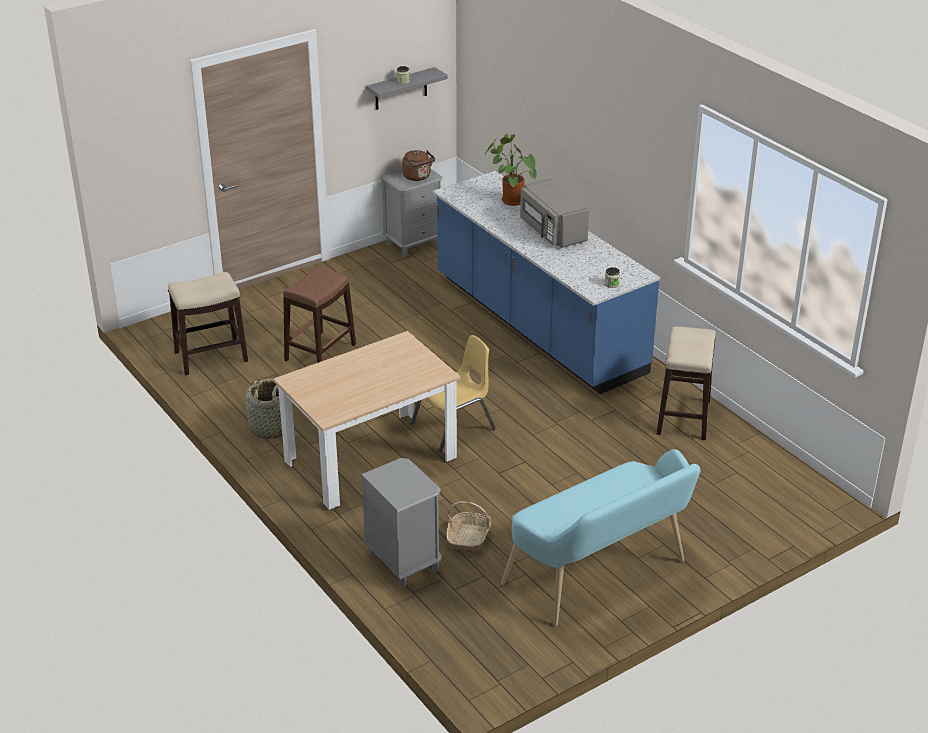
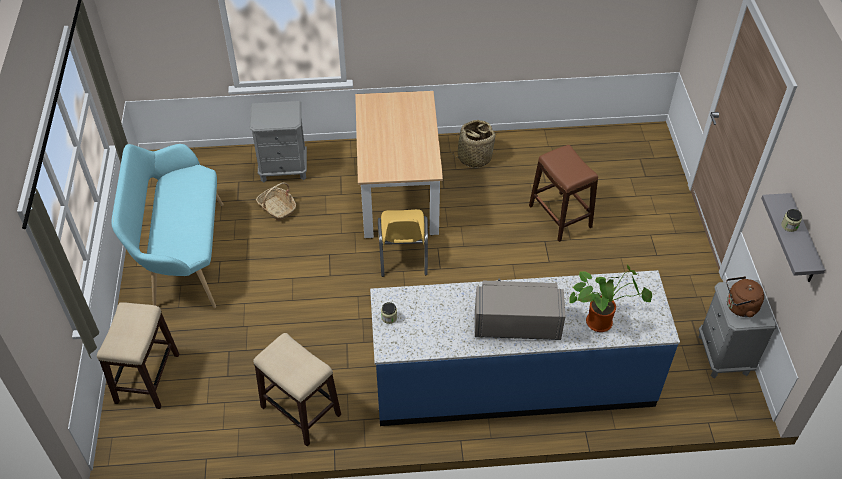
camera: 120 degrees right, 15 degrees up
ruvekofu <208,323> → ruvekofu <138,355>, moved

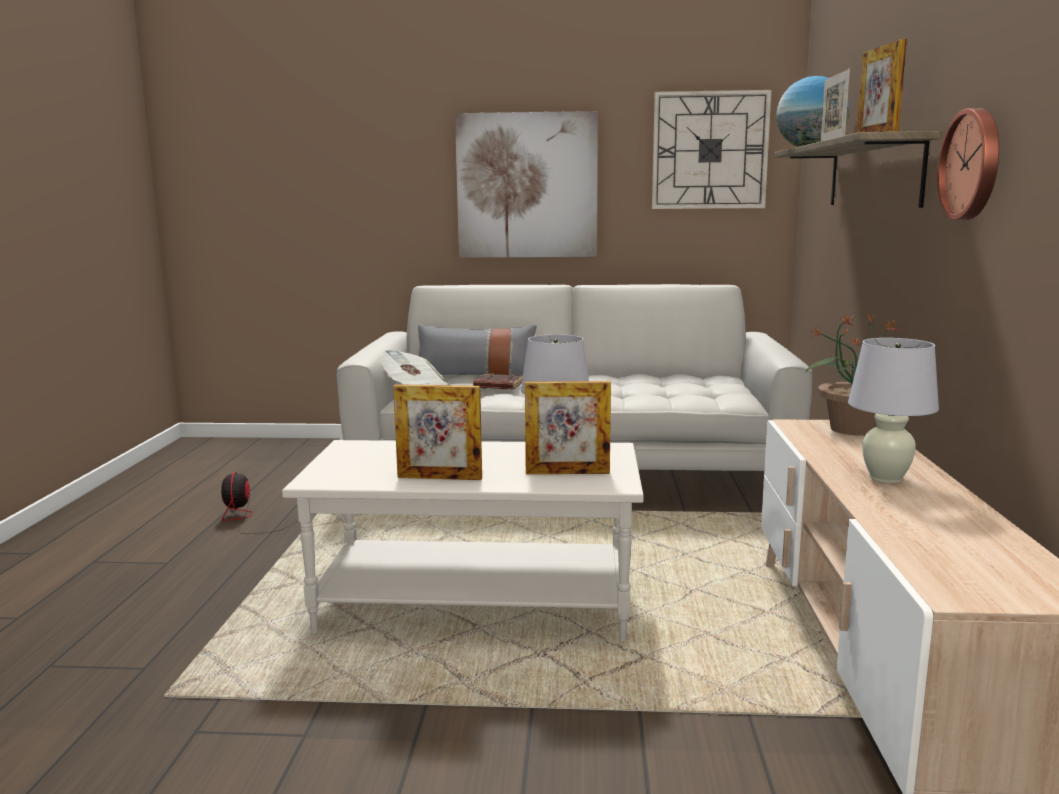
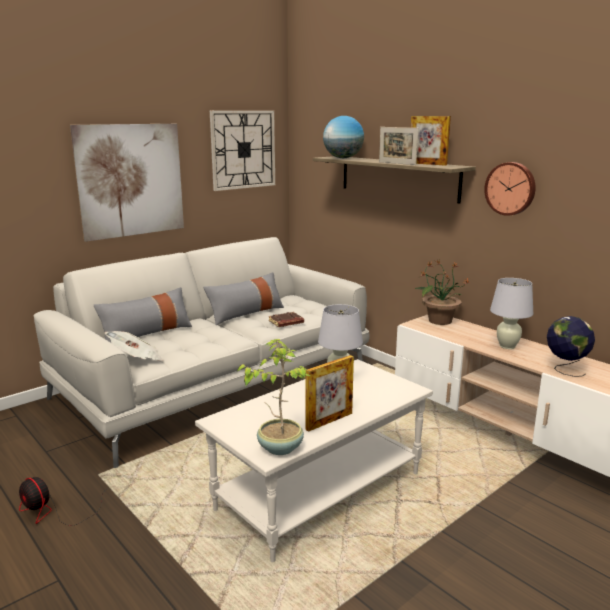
camera: 45 degrees left, 5 degrees up
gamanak <568,427> → -
- → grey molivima <243,298>
- → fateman <274,397>
- → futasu <571,346>
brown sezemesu <498,382> → brown sezemesu <286,319>, moved

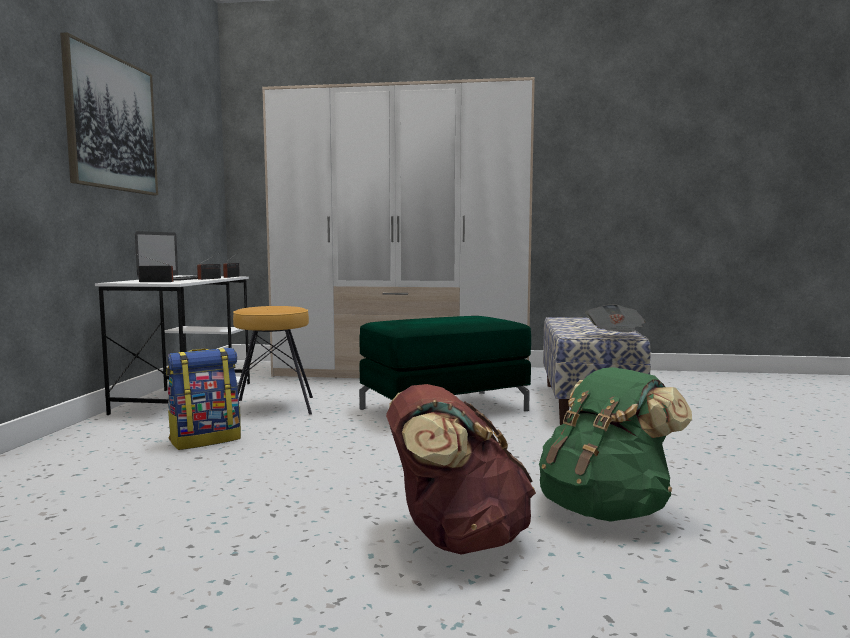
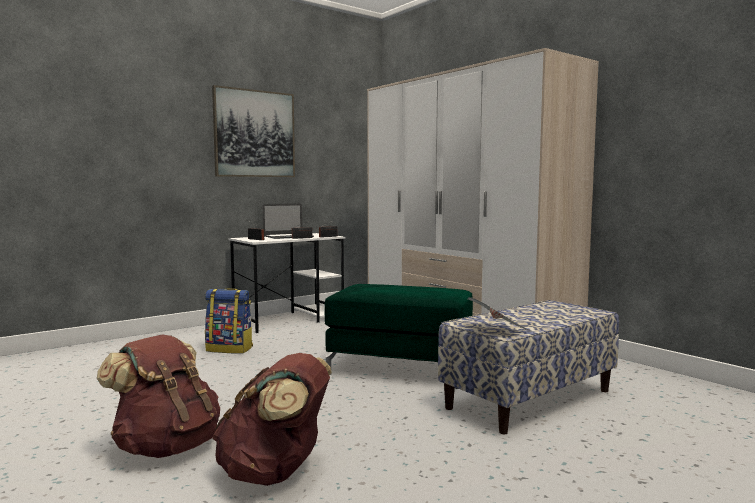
camera: 45 degrees right, 0 degrees up
brown ruvekofu <273,360> → -
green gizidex <615,444> → brown gizidex <272,419>

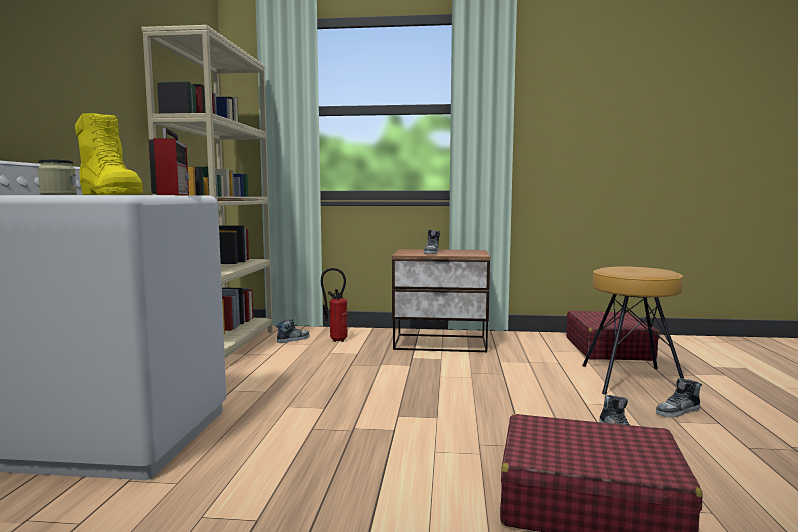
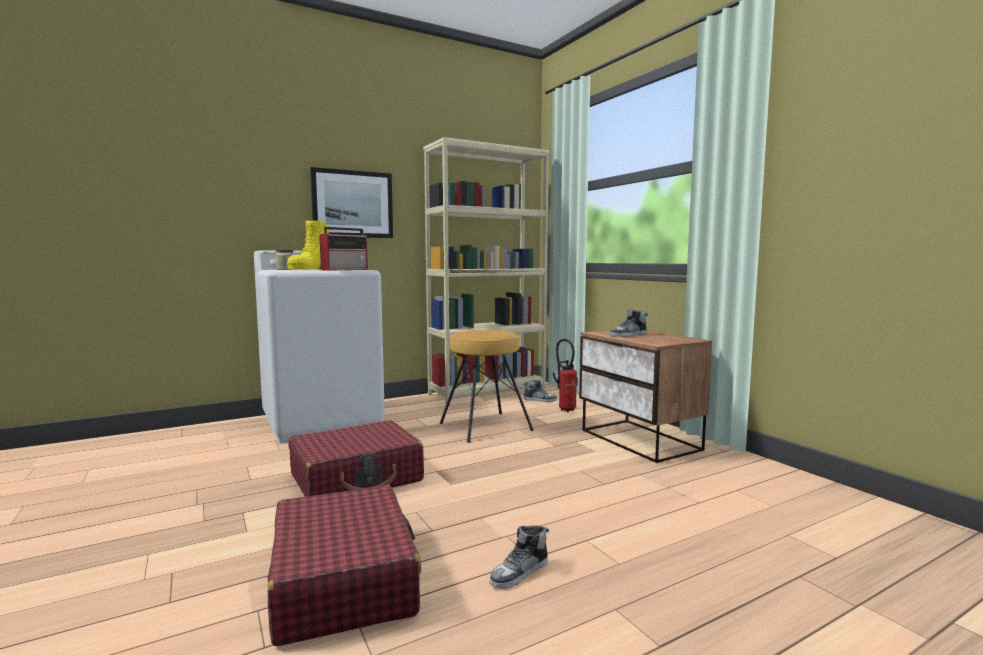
camera: 55 degrees right, 0 degrees up
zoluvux <679,398> → -
- → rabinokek <351,202>
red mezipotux <612,336> → red mezipotux <356,458>, moved
brown ruvekofu <633,330> → brown ruvekofu <487,386>, moved

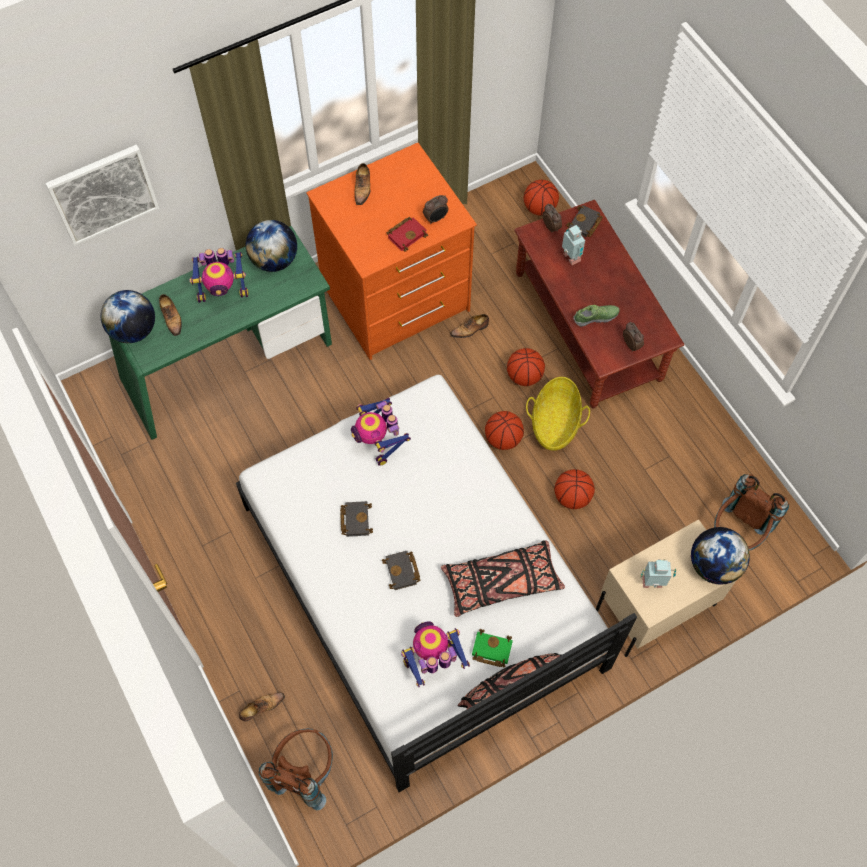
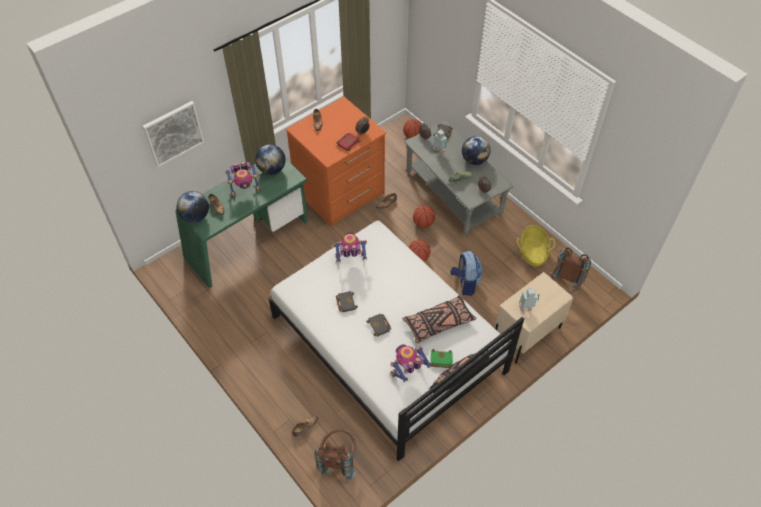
camera: 10 degrees left, 10 degrees down
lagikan <558,414> → lagikan <536,245>, moved
futasu <720,556> → futasu <476,150>, moved
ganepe <574,489> → gizidex <466,273>
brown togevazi <599,304> → grey togevazi <458,178>
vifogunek <381,432> → vifogunek <350,246>, 120 degrees clockwise

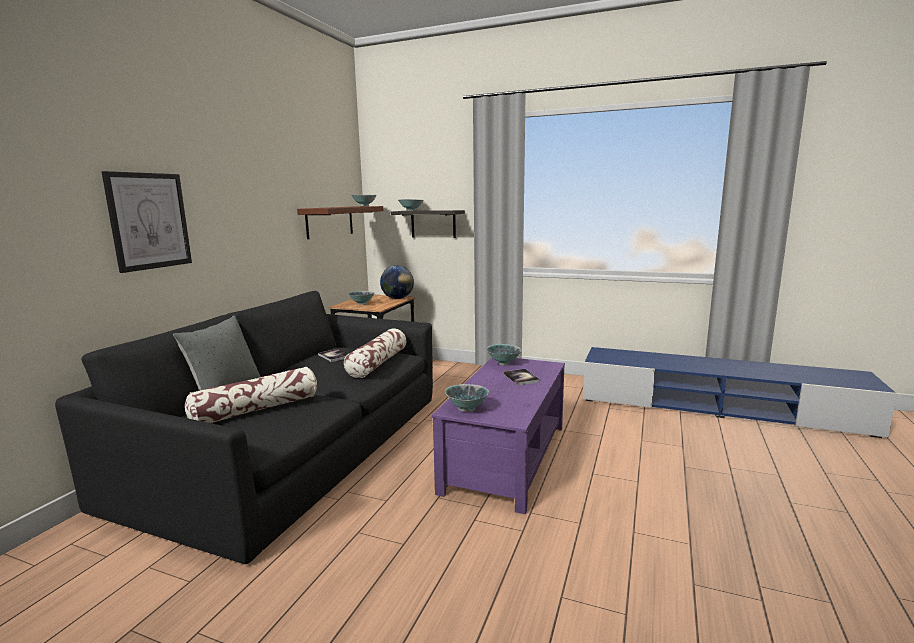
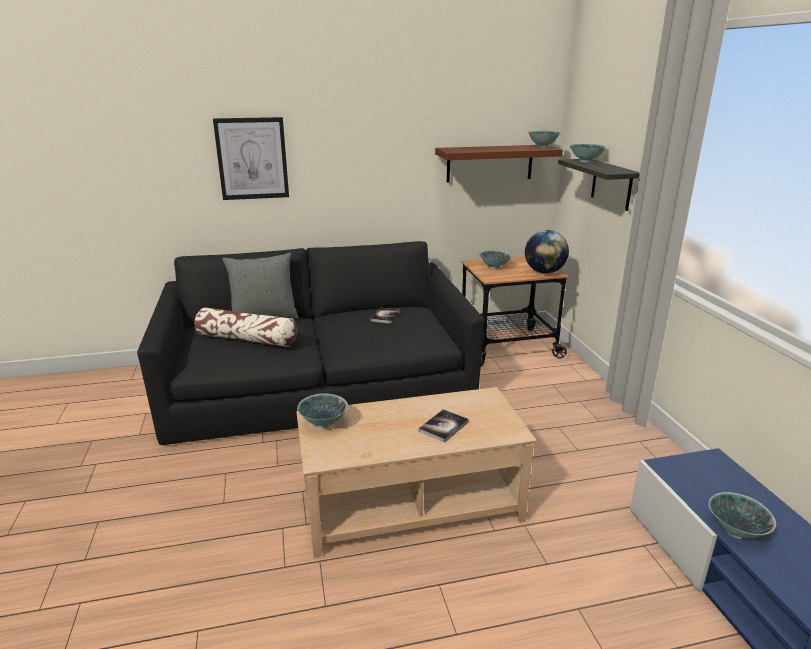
camera: 55 degrees right, 10 degrees up
molivima <375,353> → -
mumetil <504,354> → mumetil <742,515>, moved
purple togevazi <498,436> → beige togevazi <416,472>

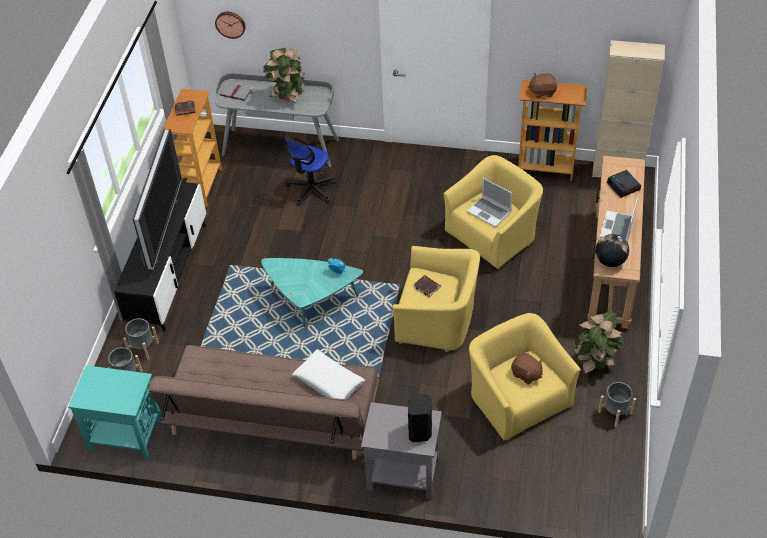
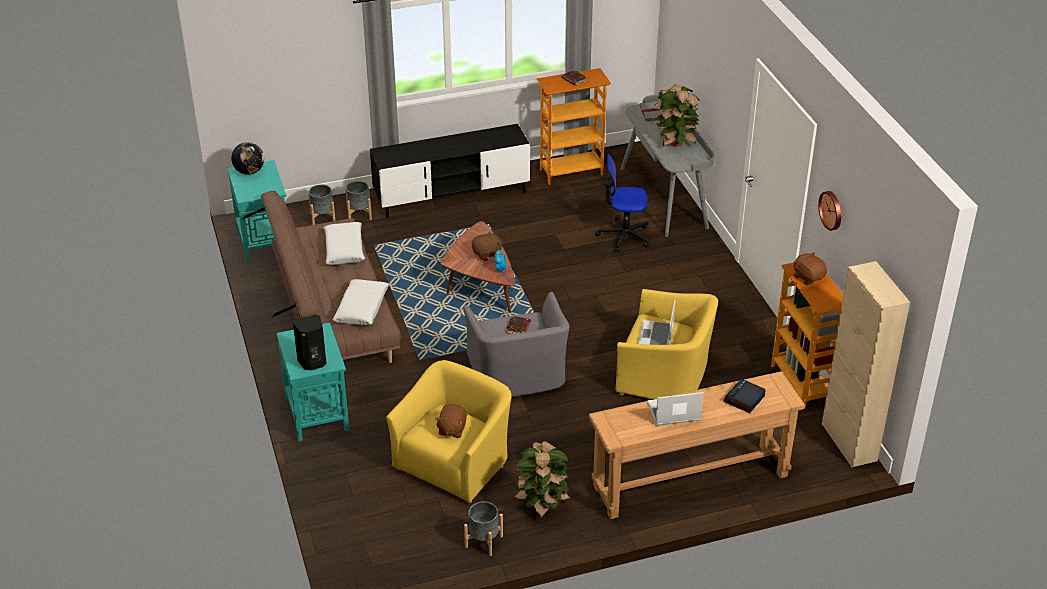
camera: 60 degrees right, 10 degrees down
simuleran <157,199> → -
- → white molivima <344,243>
- → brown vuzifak <487,246>
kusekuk <230,25> → kusekuk <829,211>, moved
futasu <612,250> → futasu <247,158>, moved
turquoise togevazi <312,292> → brown togevazi <477,267>
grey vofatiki <401,450> → turquoise vofatiki <313,382>
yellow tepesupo <436,299> → grey tepesupo <516,344>

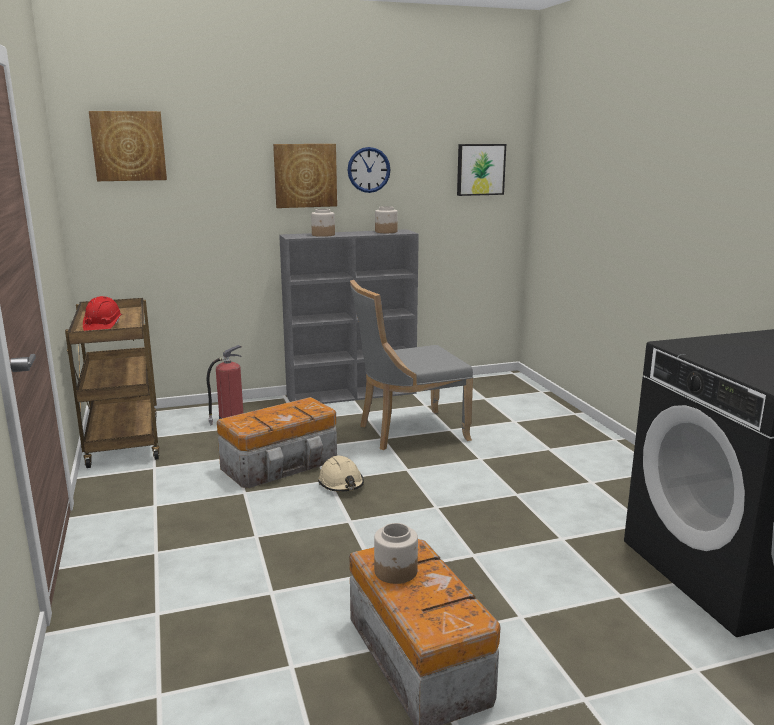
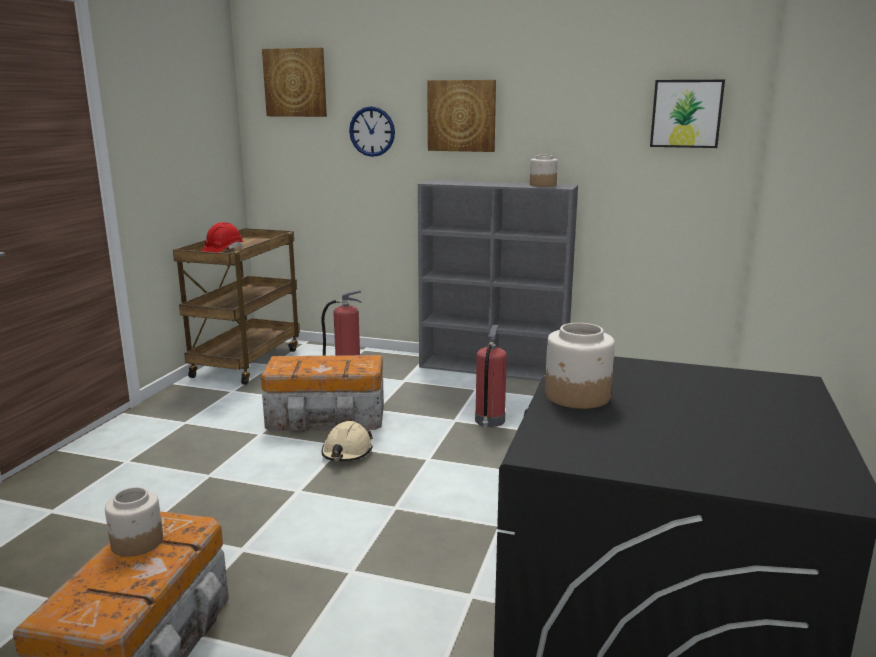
camera: 35 degrees right, 0 degrees up
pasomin <323,223> → pasomin <580,366>, moved
kusekuk <369,170> → kusekuk <372,131>, moved
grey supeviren <411,365> → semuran <491,377>

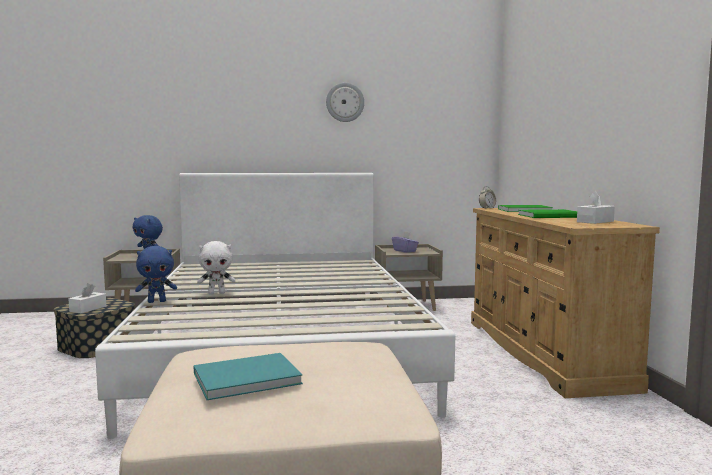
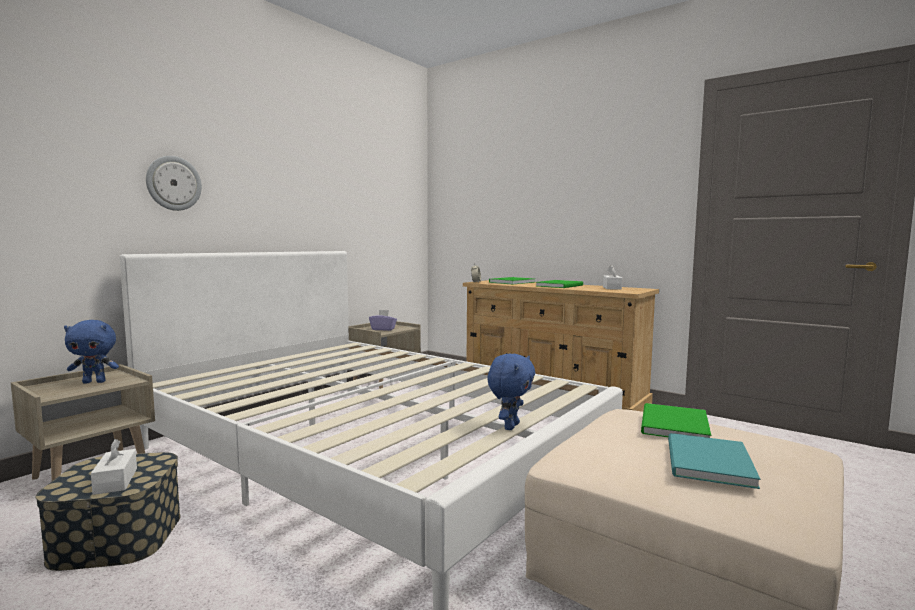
camera: 45 degrees left, 0 degrees up
white vuzifak <216,267> → -
- → green sezemesu <676,420>
blue vuzifak <156,274> → blue vuzifak <511,391>, moved
kusekuk <345,102> → kusekuk <174,183>, moved

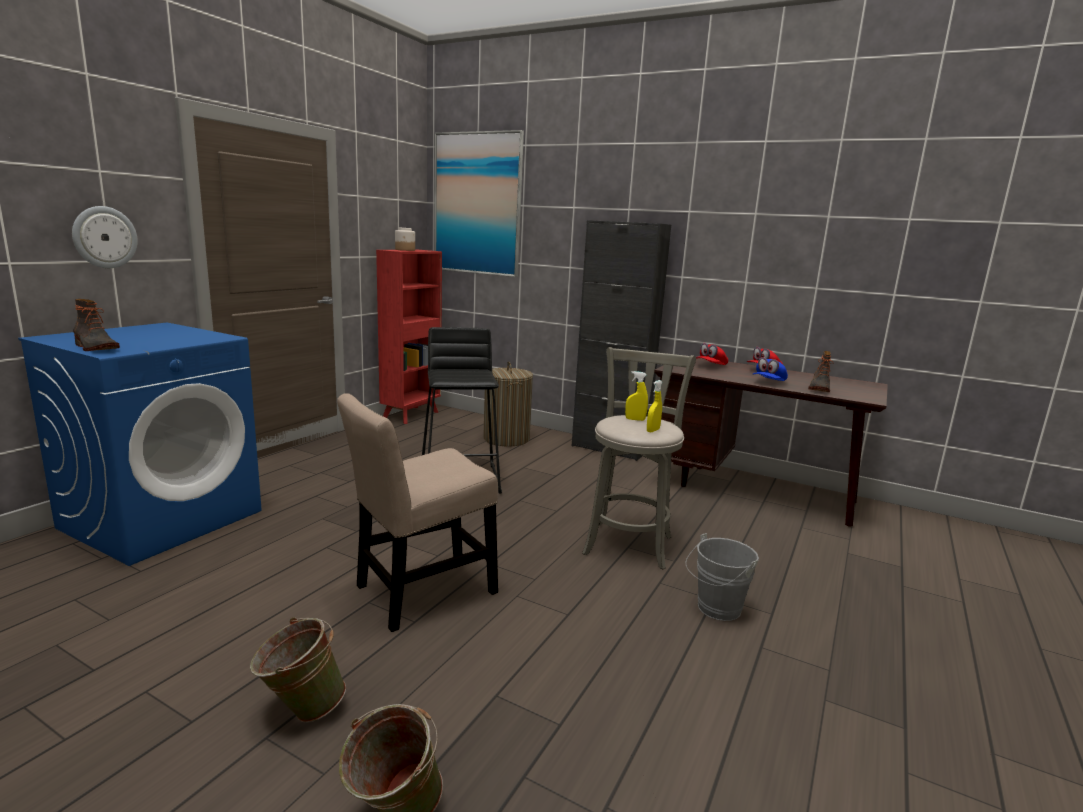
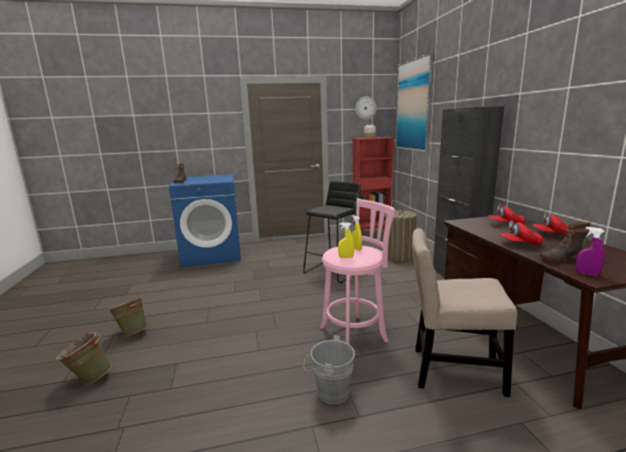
camera: 50 degrees right, 0 degrees up
- → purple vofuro <590,251>
kusekuk <105,237> → kusekuk <366,108>, moved
beige supeviren <417,512> → beige supeviren <464,312>, moved
grey ruvekofu <639,458> → pink ruvekofu <357,271>
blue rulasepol <770,369> → red rulasepol <521,233>

